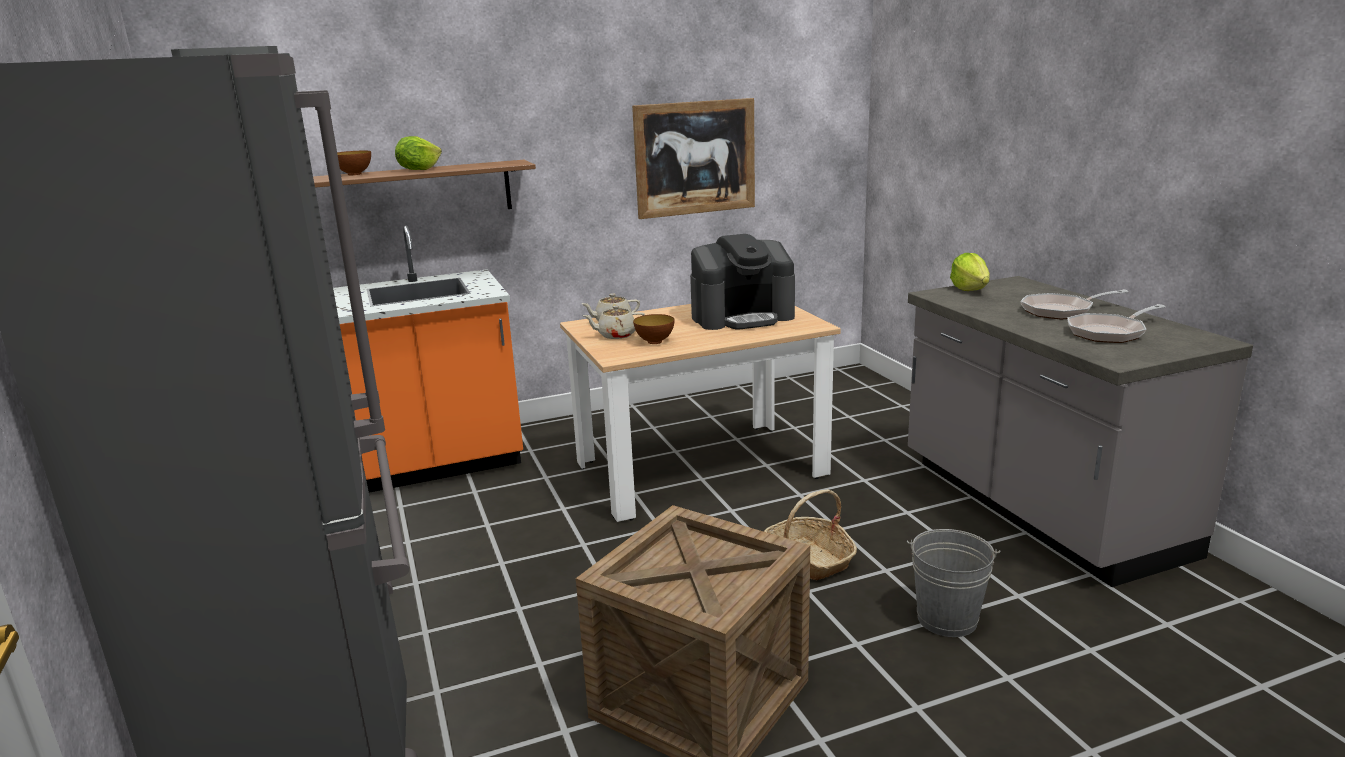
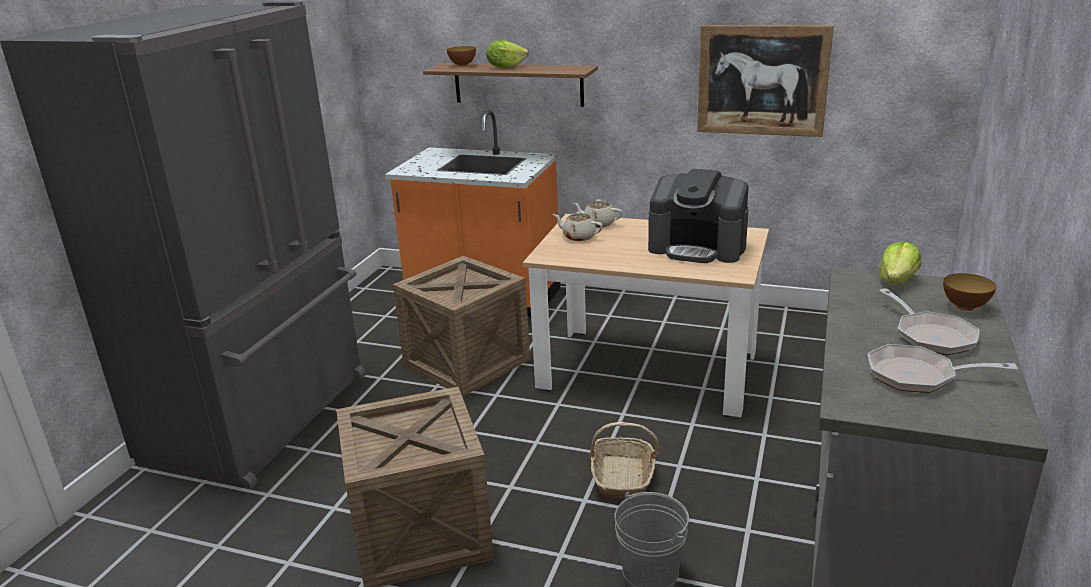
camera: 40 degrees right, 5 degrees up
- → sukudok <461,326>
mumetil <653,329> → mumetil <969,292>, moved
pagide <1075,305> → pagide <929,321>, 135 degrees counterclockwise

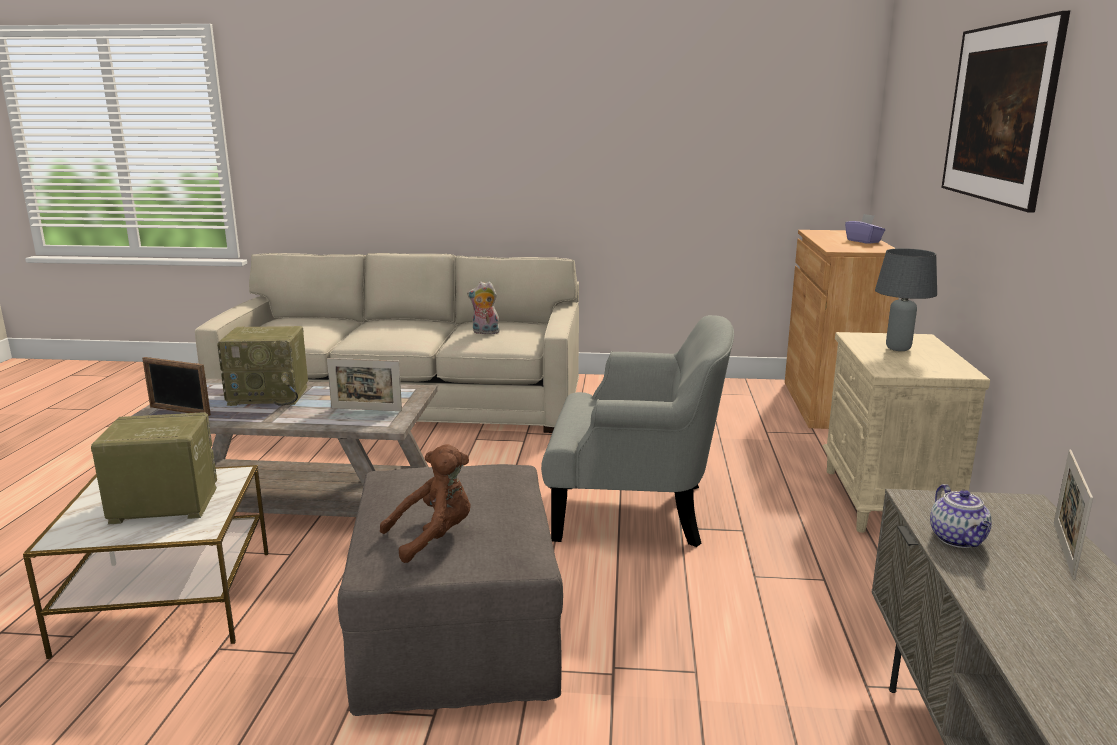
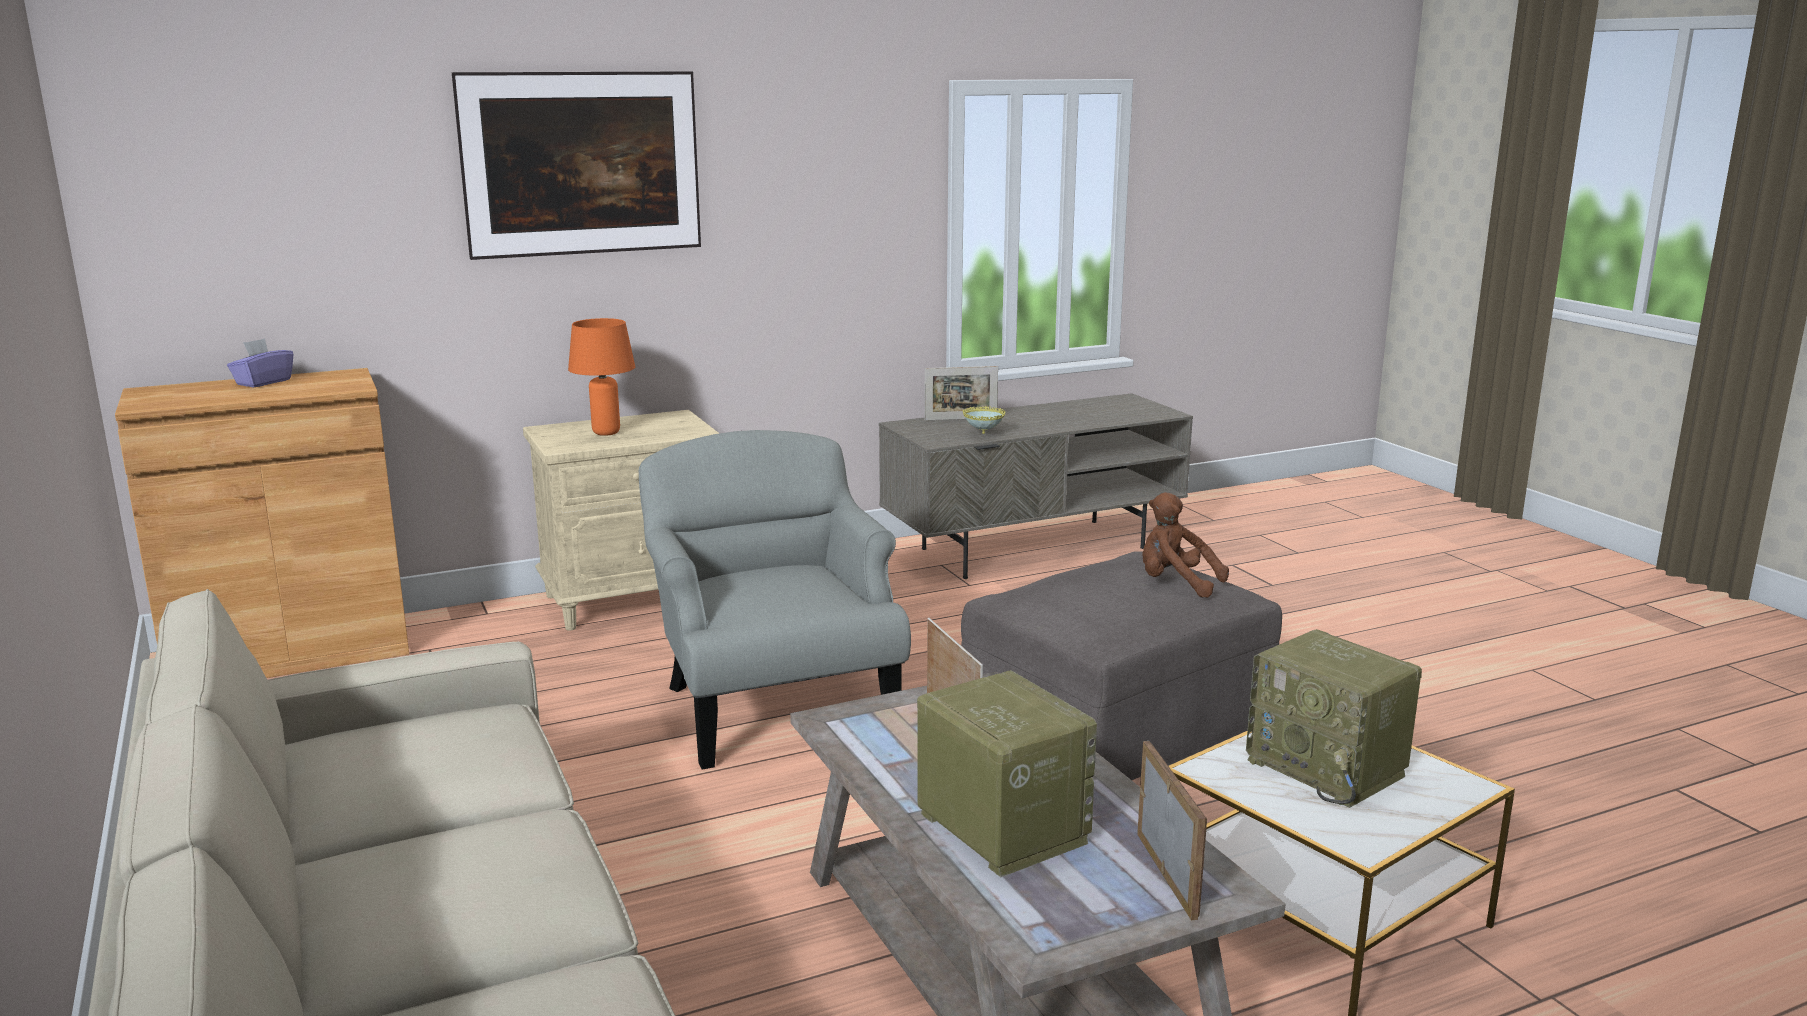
camera: 120 degrees left, 0 degrees up
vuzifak <483,308> → -
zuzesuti <961,516> → mumetil <984,420>
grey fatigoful <906,299> → orange fatigoful <601,377>

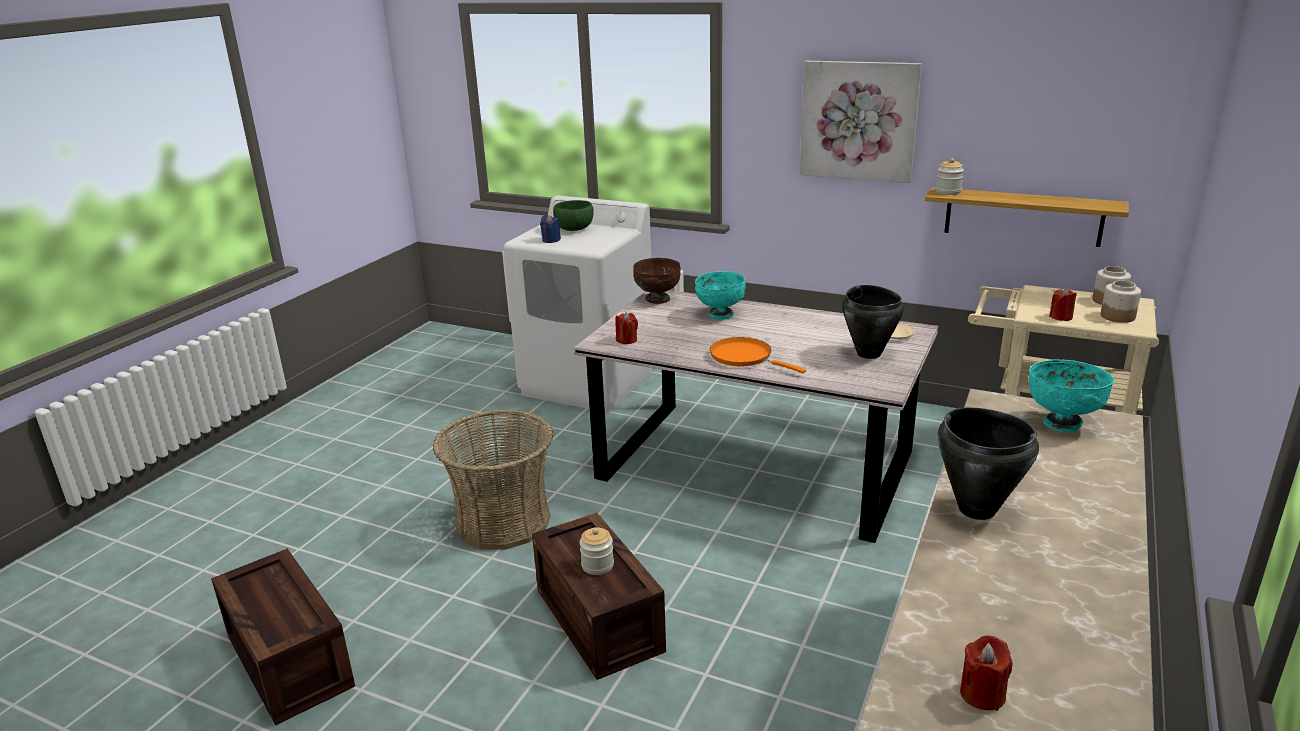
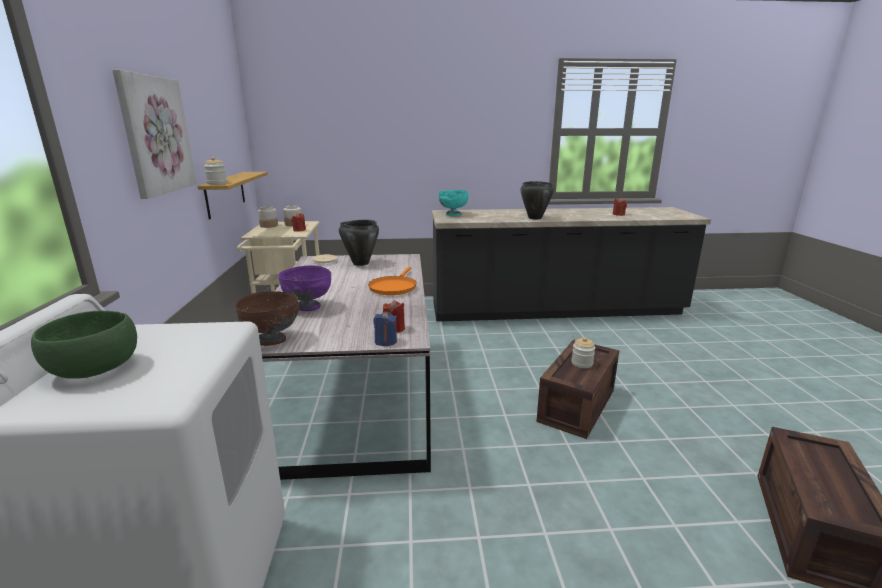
camera: 120 degrees left, 5 degrees down
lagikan <493,480> → -
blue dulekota <550,229> → blue dulekota <385,328>, moved
turquoise mumetil <720,295> → purple mumetil <304,288>

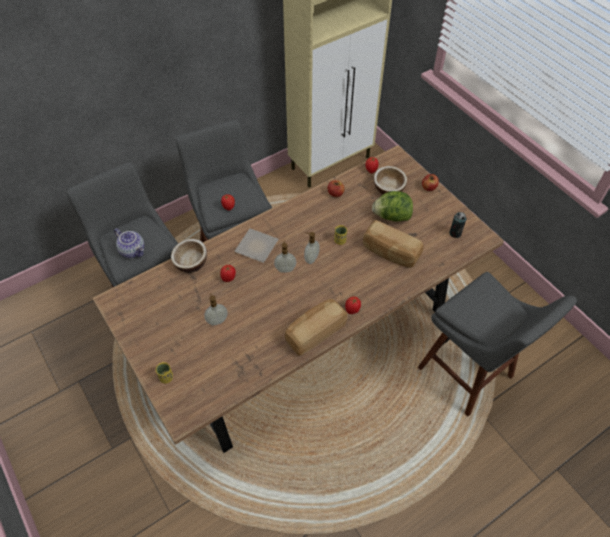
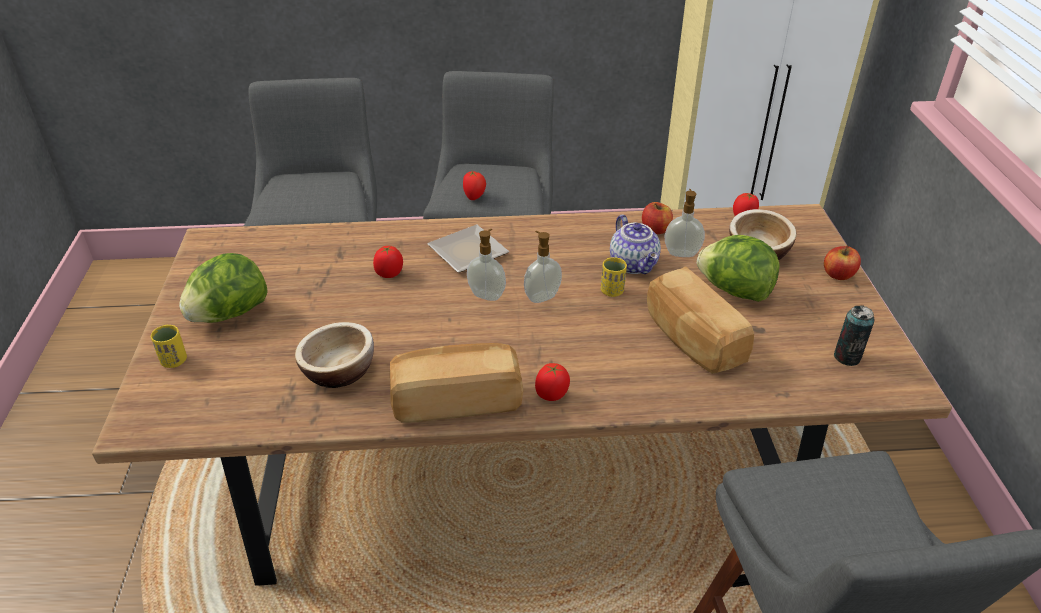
camera: 30 degrees right, 15 degrees down
- → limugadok <223,288>
zuzesuti <129,243> → zuzesuti <635,244>, moved
mumetil <189,256> → mumetil <334,355>, moved
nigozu <216,309> → nigozu <685,223>, moved

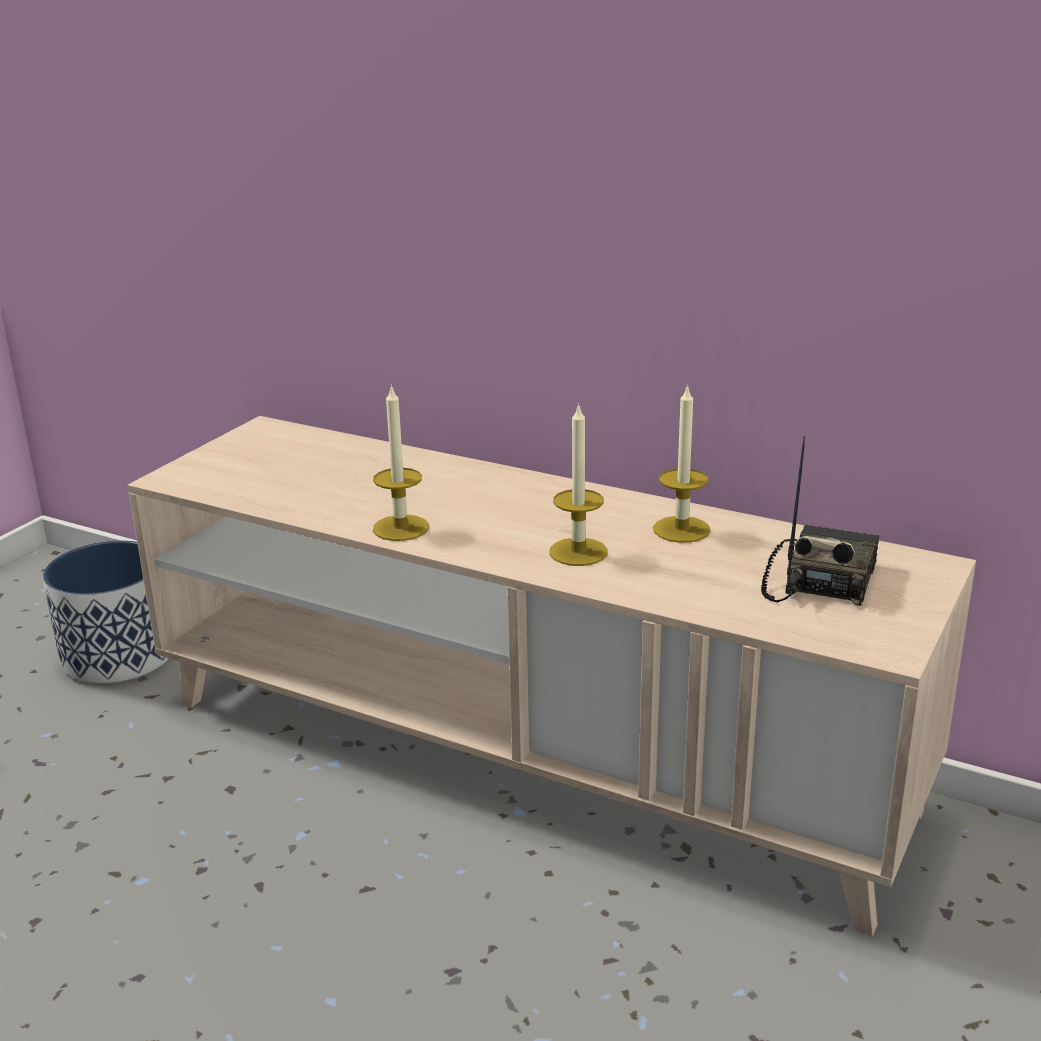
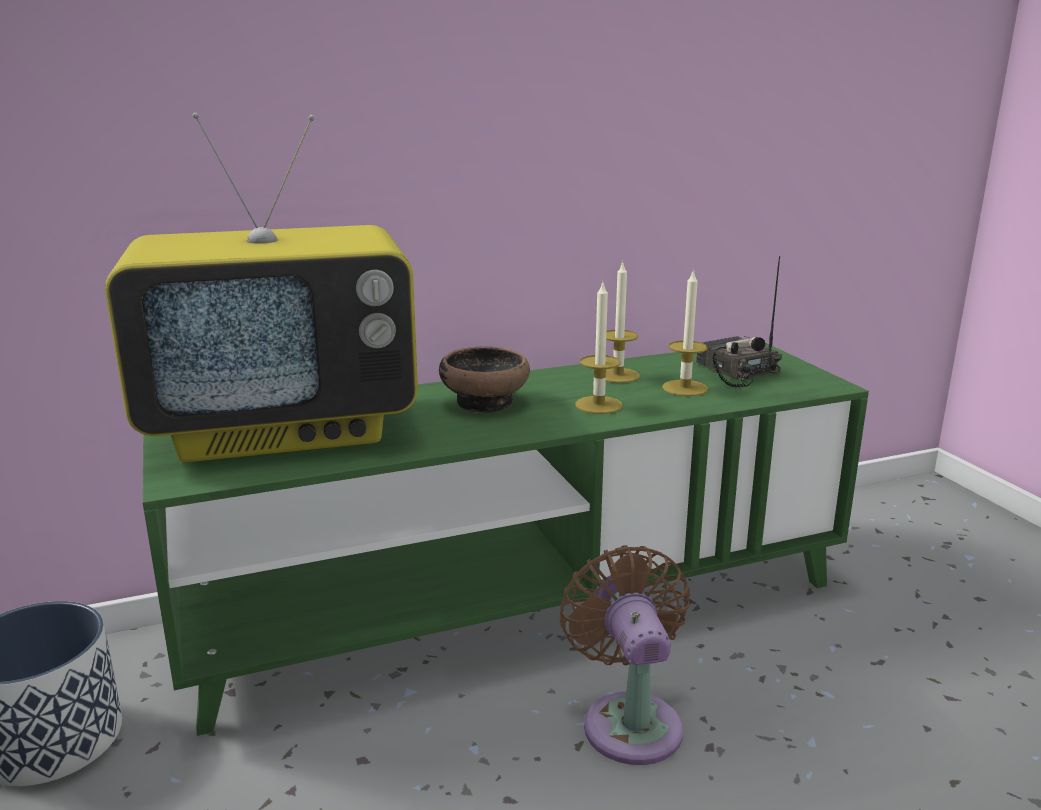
camera: 50 degrees left, 5 degrees down
- → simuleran <261,287>
- → mumetil <484,379>
- → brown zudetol <625,655>
dulekota <401,462> → dulekota <685,332>, moved
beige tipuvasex <551,676> → green tipuvasex <505,539>

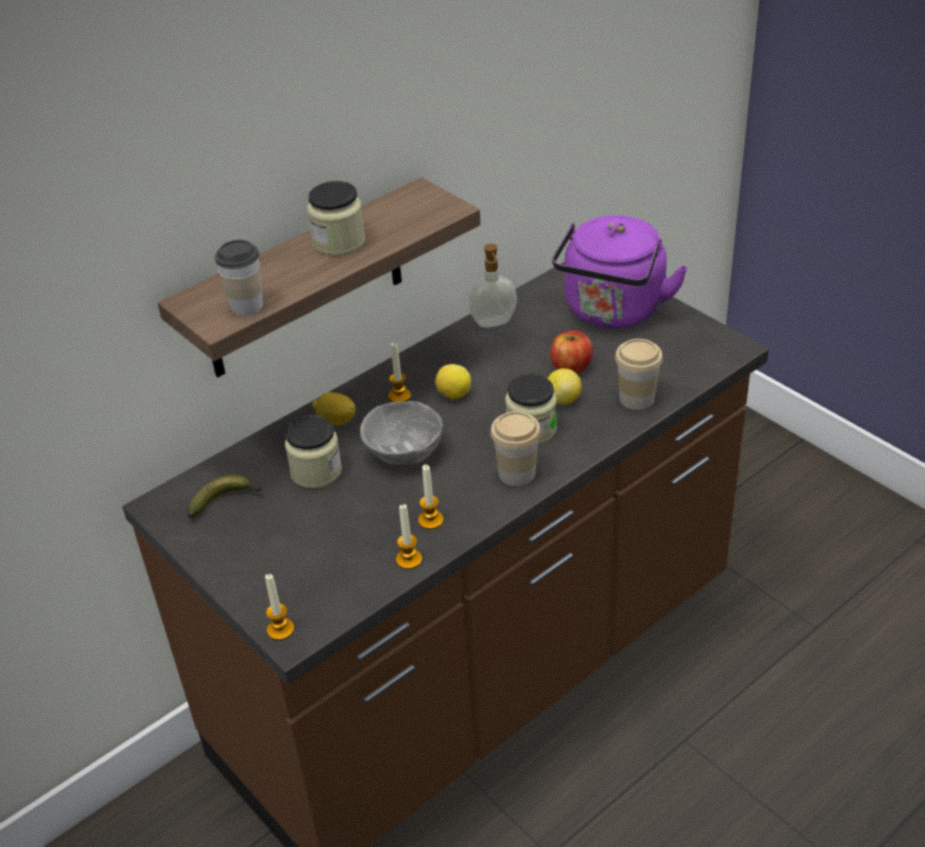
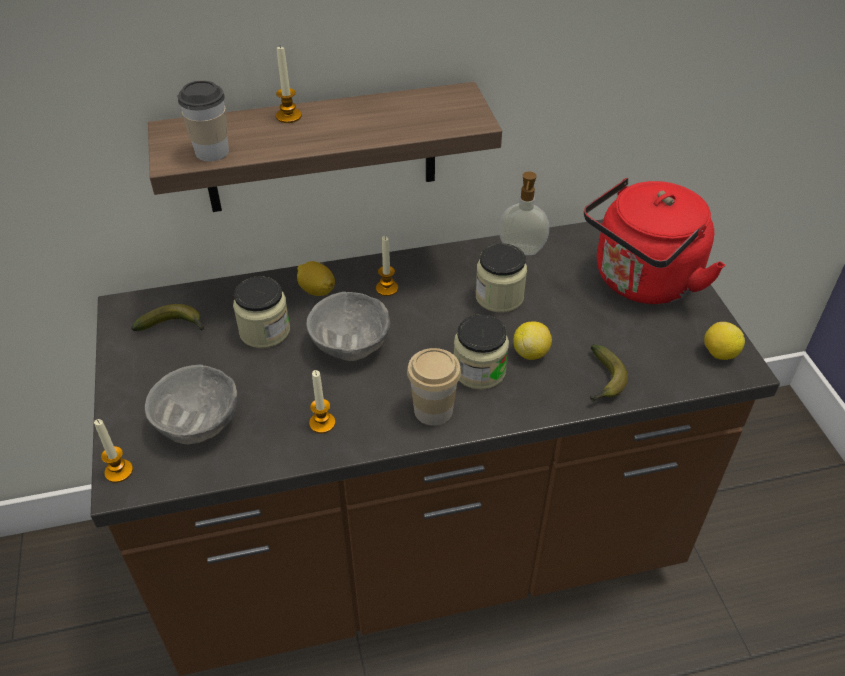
camera: 25 degrees right, 5 degrees up
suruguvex <571,352> → -
- → grey mumetil <191,405>
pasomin <336,218> → pasomin <501,278>, moved
dulekota <409,536> → dulekota <289,84>, moved
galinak <453,381> → galinak <724,341>, moved
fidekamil <639,374> → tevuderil <609,373>
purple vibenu <620,271> → red vibenu <654,241>

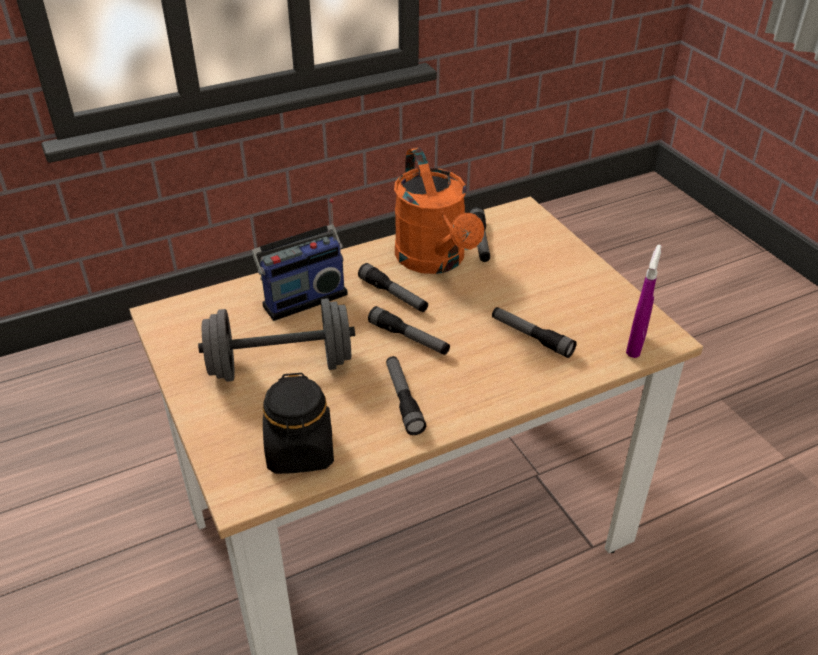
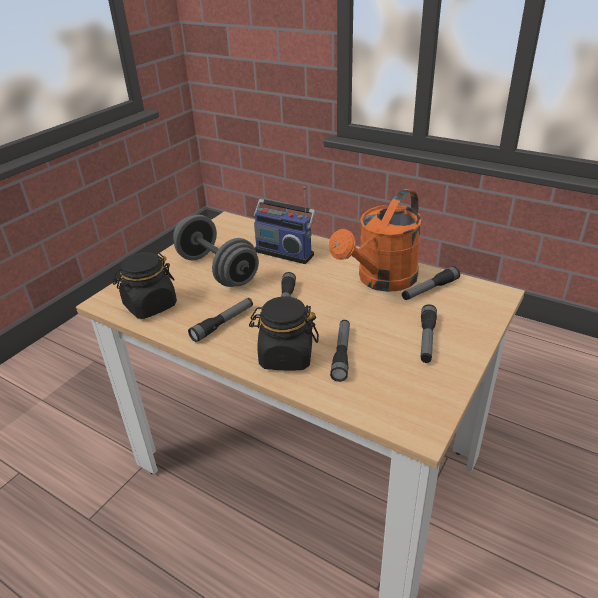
camera: 60 degrees right, 5 degrees down
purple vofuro <644,301> → -
- → black pasomin <284,334>
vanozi <393,287> → vanozi <429,333>, moved

